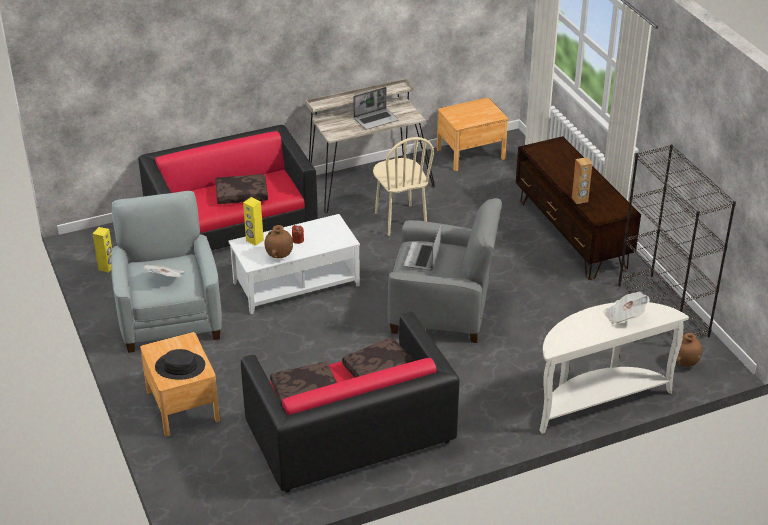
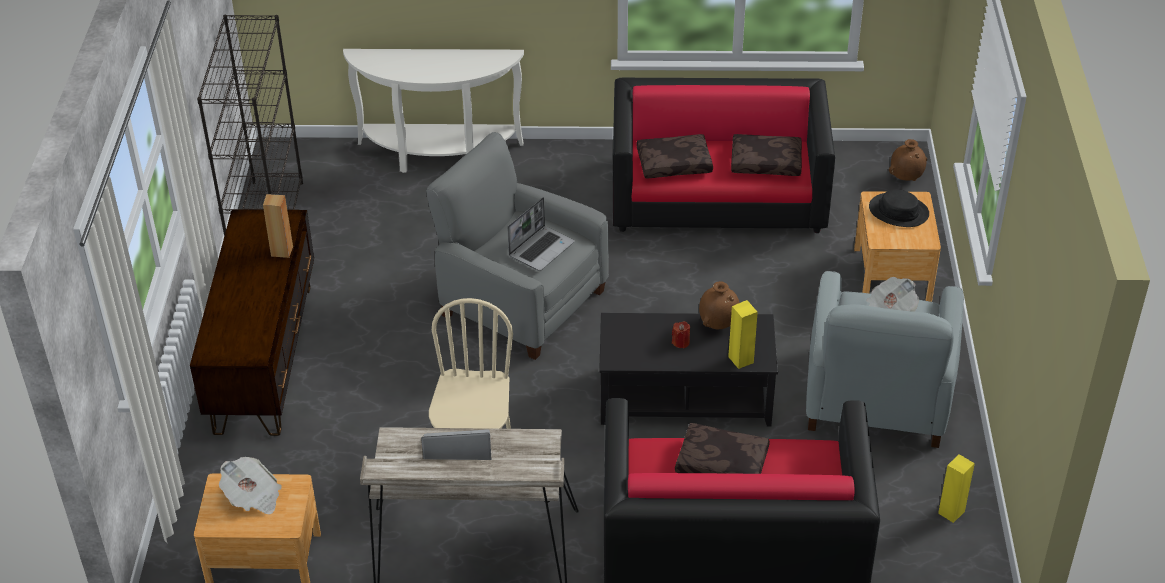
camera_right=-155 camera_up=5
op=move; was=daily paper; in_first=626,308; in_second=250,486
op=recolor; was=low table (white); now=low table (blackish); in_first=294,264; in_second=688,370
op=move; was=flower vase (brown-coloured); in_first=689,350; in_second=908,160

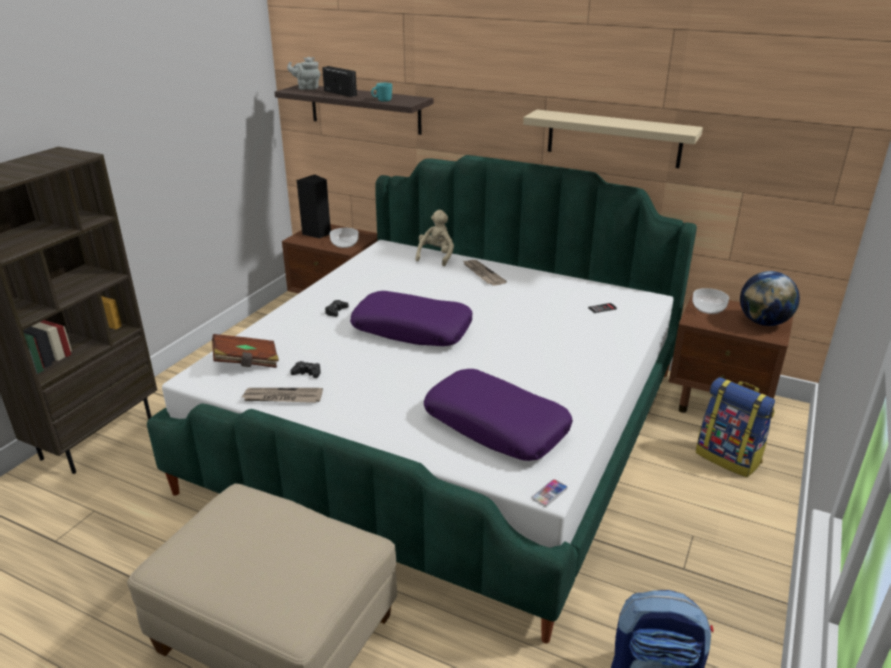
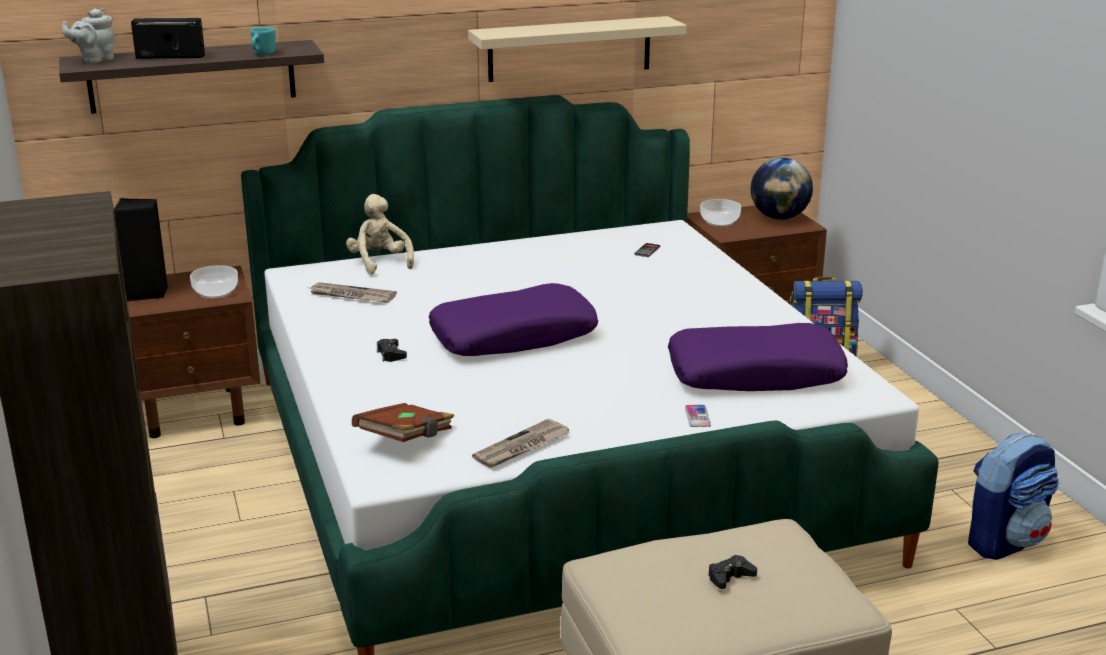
camera_right=-45 camera_up=-5
op=move; was=daily paper; in_first=485,273; in_second=353,292
op=move; was=handset; in_first=549,493; in_second=698,416
op=move; was=joypad (blackish); in_first=305,369; in_second=732,572

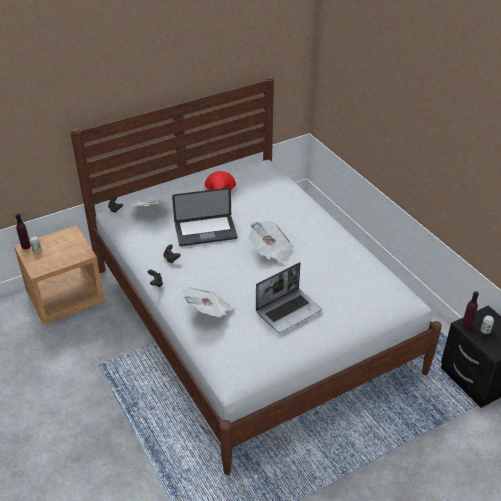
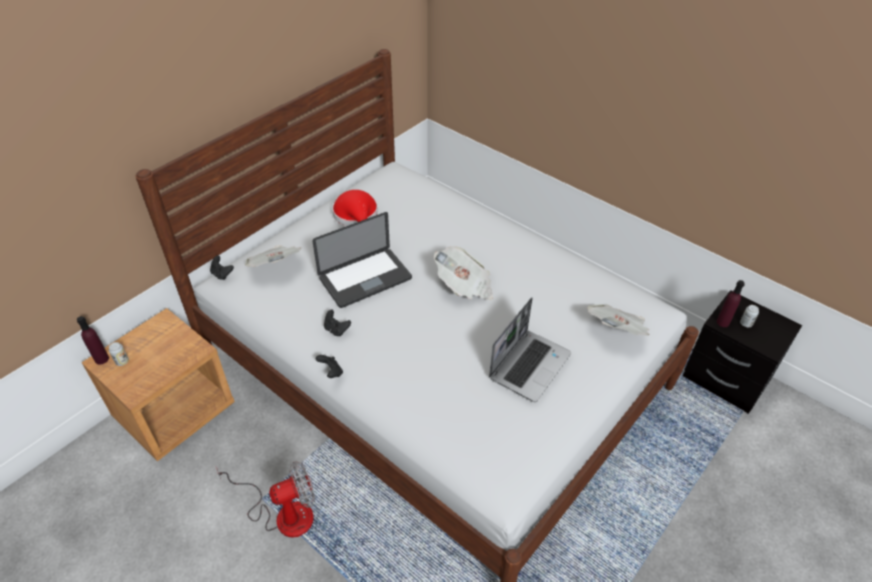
camera_right=-20 camera_up=5
op=insert; now=cooling fan; in_second=265,499
op=move; was=daily paper; in_first=208,302; in_second=618,320

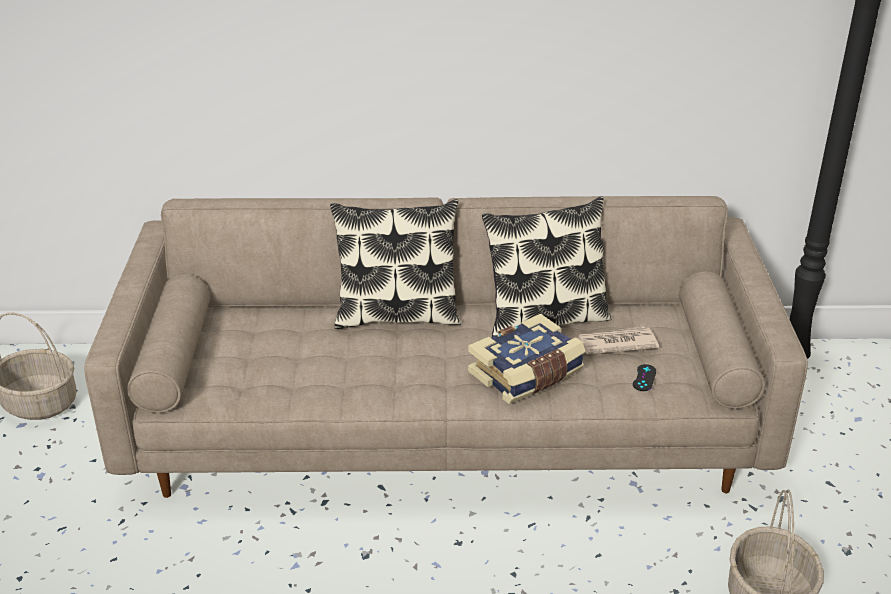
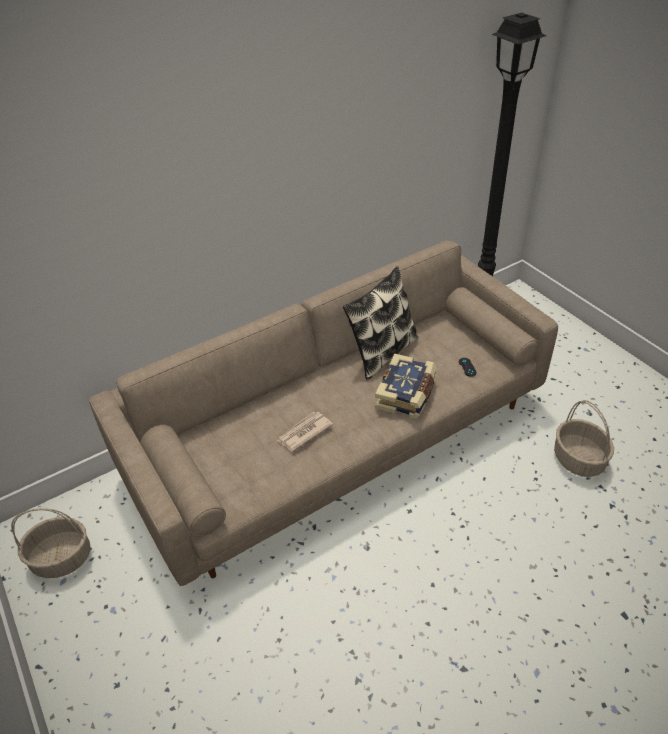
camera_right=-30 camera_up=10
op=move; was=daily paper; in_first=618,340; in_second=304,431
op=delete; was=cushion; in_first=395,264

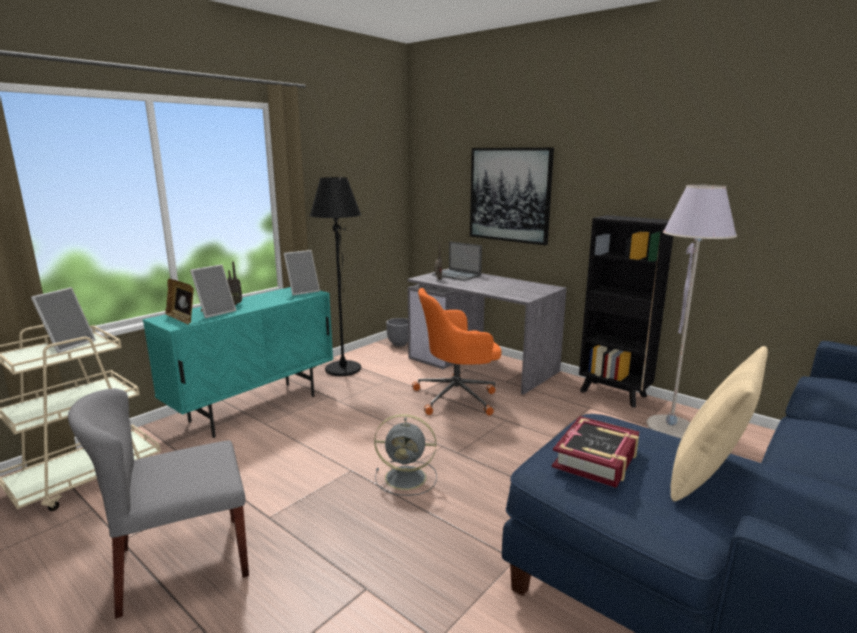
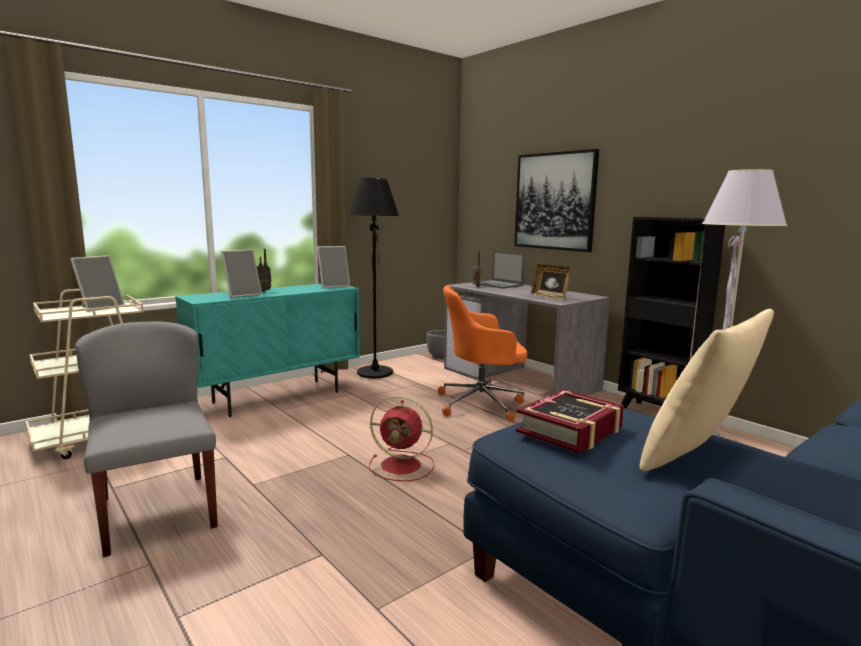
camera_right=10 camera_up=-5
op=rotate; was=chair (greyish); in_first=158,503; in_second=146,439; clockwise=75
op=recolor; was=cooling fan (greyish); now=cooling fan (red); in_first=405,455; in_second=401,438
op=move; was=standing frame; in_first=179,301; in_second=550,282

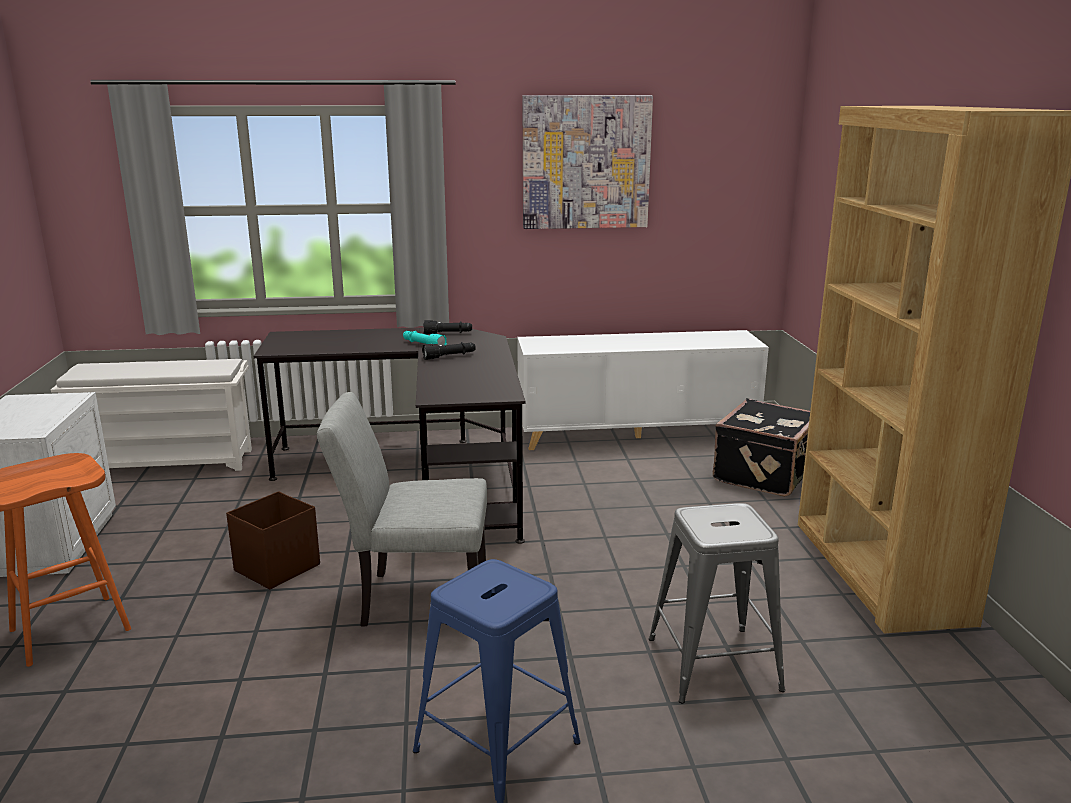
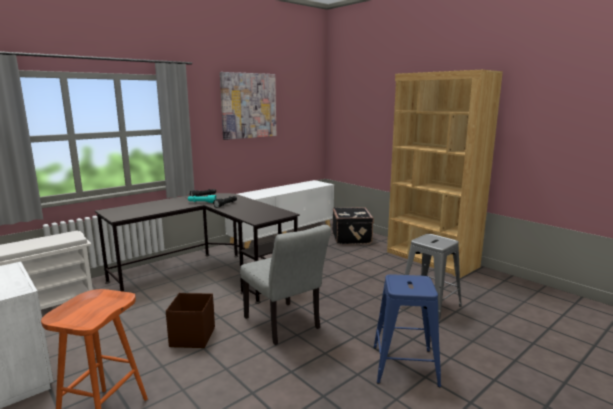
camera_right=-35 camera_up=-5
op=rotate; was=chair (greyish); in_first=402,509; in_second=285,285; clockwise=-90

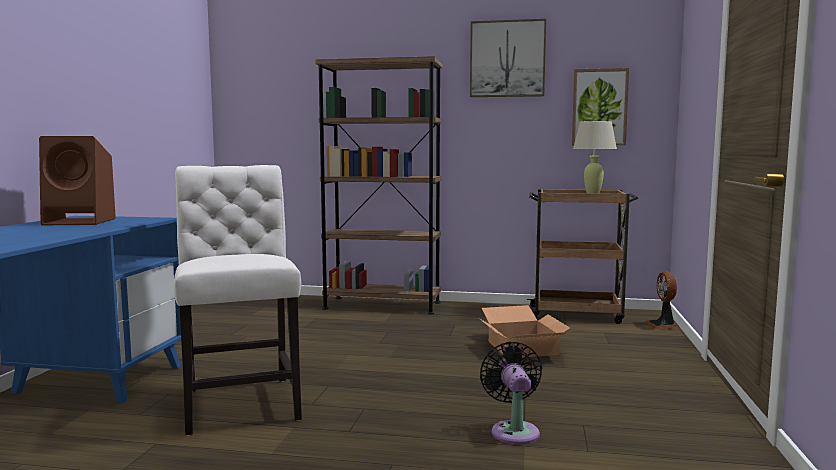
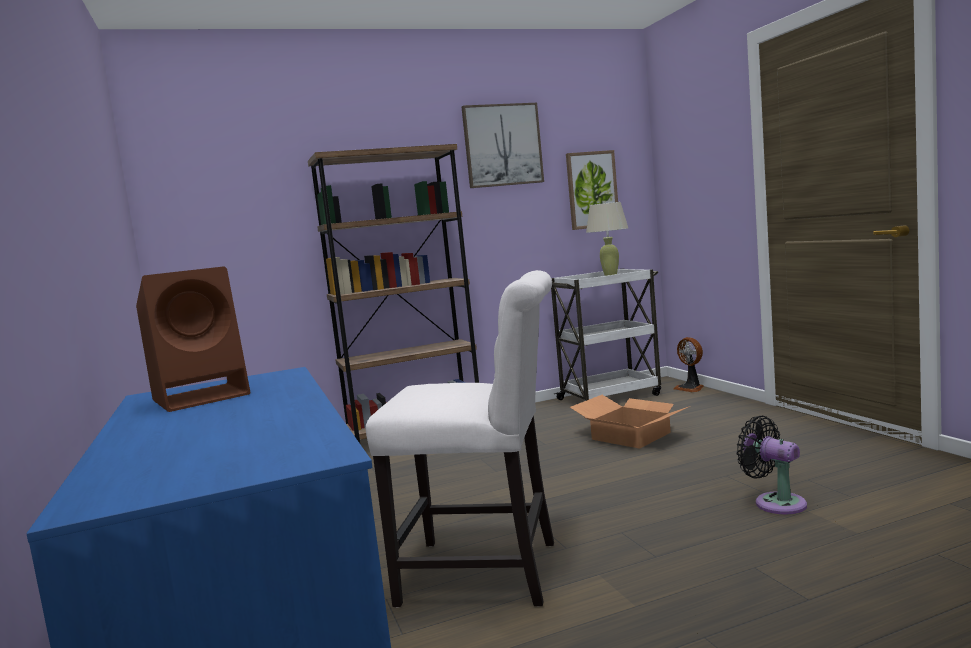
camera_right=-30 camera_up=0
op=rotate; was=chair (white); in_first=237,300; in_second=460,438; clockwise=150
op=recolor; was=cart (brown-coloured); now=cart (white); in_first=582,256; in_second=606,336

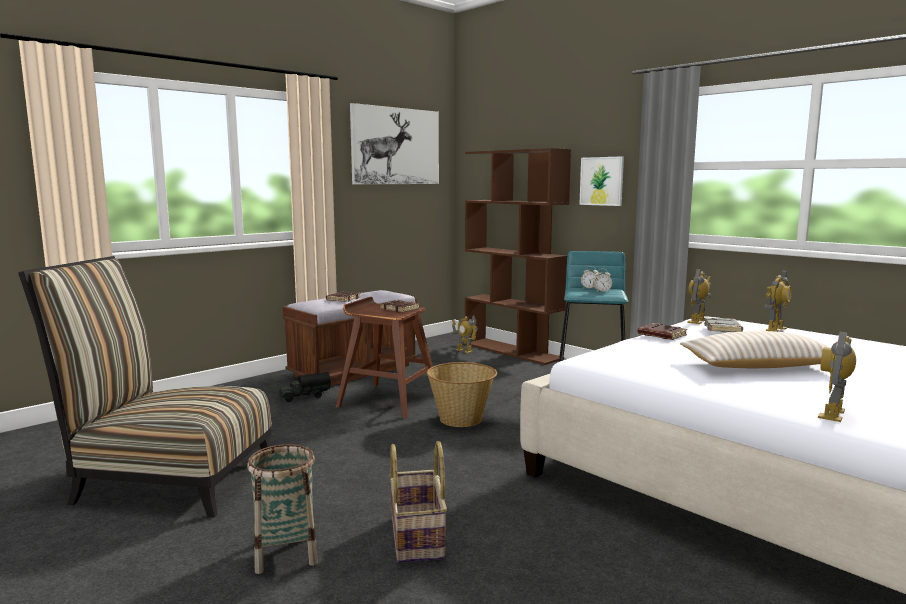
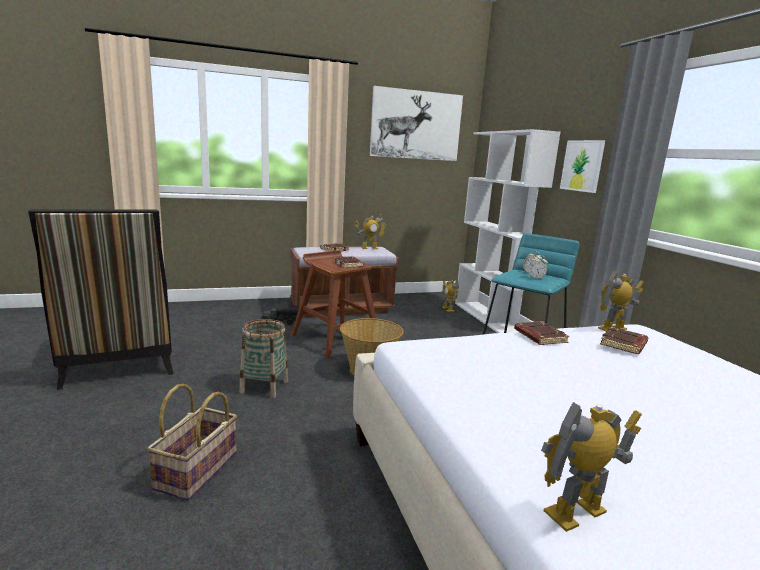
camera_right=25 camera_up=5
op=rotate; was=chair; in_first=145,387; in_second=100,299; clockwise=-150
op=move; was=storage basket; in_first=282,509; in_second=263,358
op=move; was=toy robot; in_first=778,301; in_second=371,231
op=recolor; was=bookcase (brown-coloured); now=bookcase (white); in_first=518,256; in_second=508,231
op=recolor; was=bound book (greyish); now=bound book (brown-coloured); in_first=723,324; in_second=624,340
op=delete; was=cushion (sand-coloured); in_first=754,349

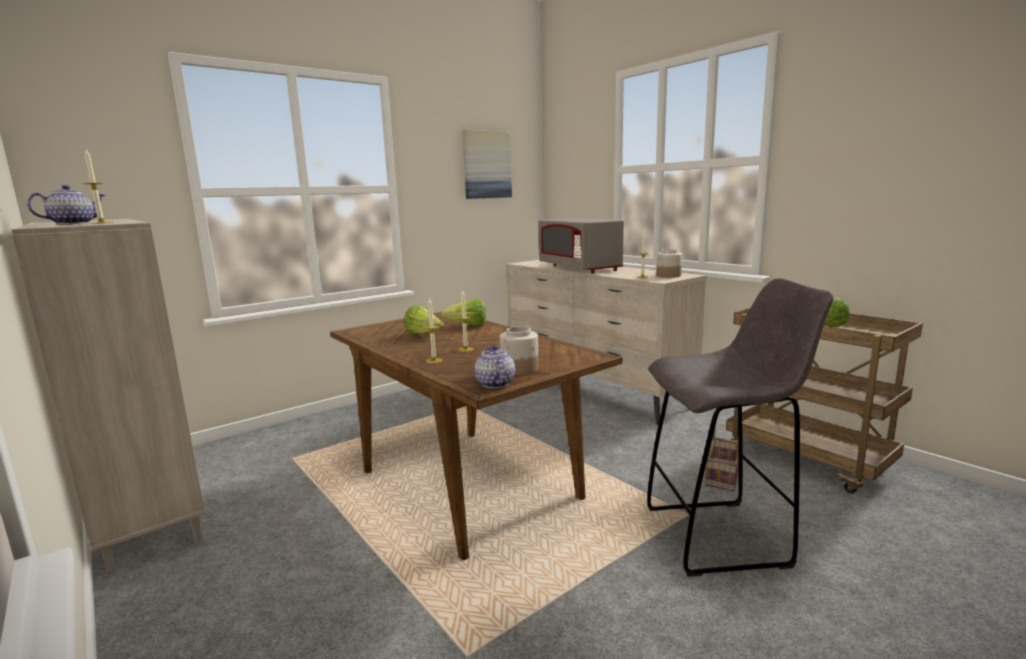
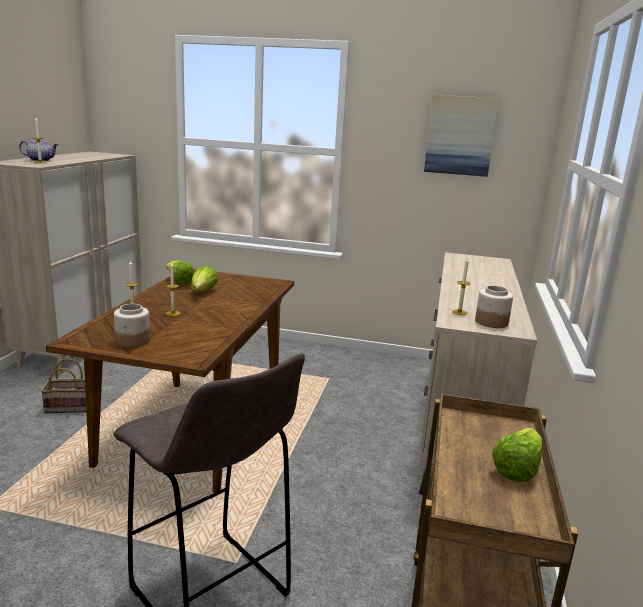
camera_right=50 camera_up=5
op=move; was=storage basket; in_first=724,458; in_second=63,385
op=move; was=lettuce head; in_first=463,312; in_second=179,273
op=delete; was=teapot; in_first=494,366
op=delete; was=microwave (greyish); in_first=581,245

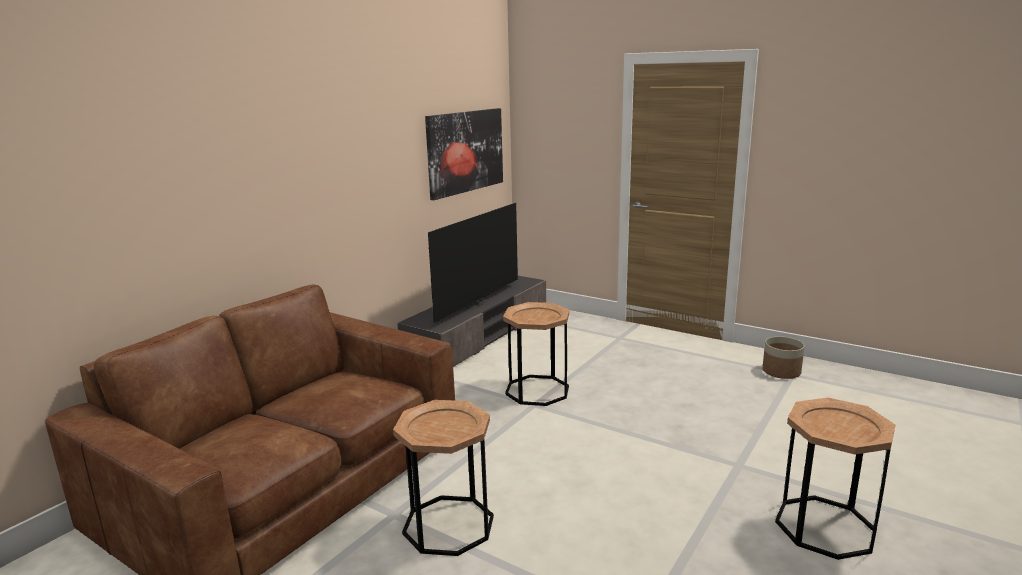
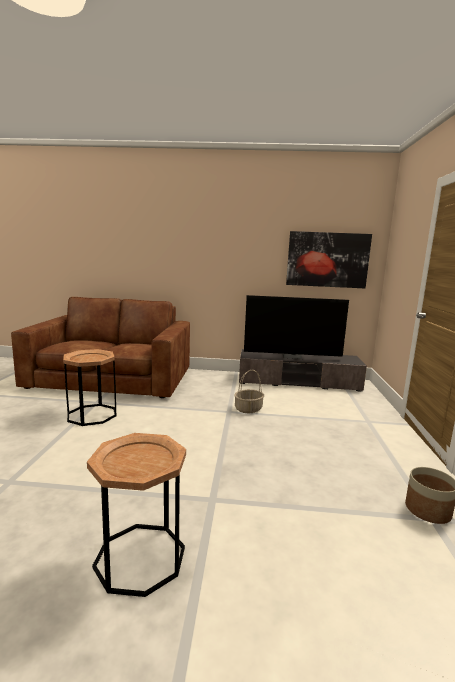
camera_right=60 camera_up=-5
op=replace; was=accent table (brown-coloured); now=storage basket; in_first=536,354; in_second=249,391

